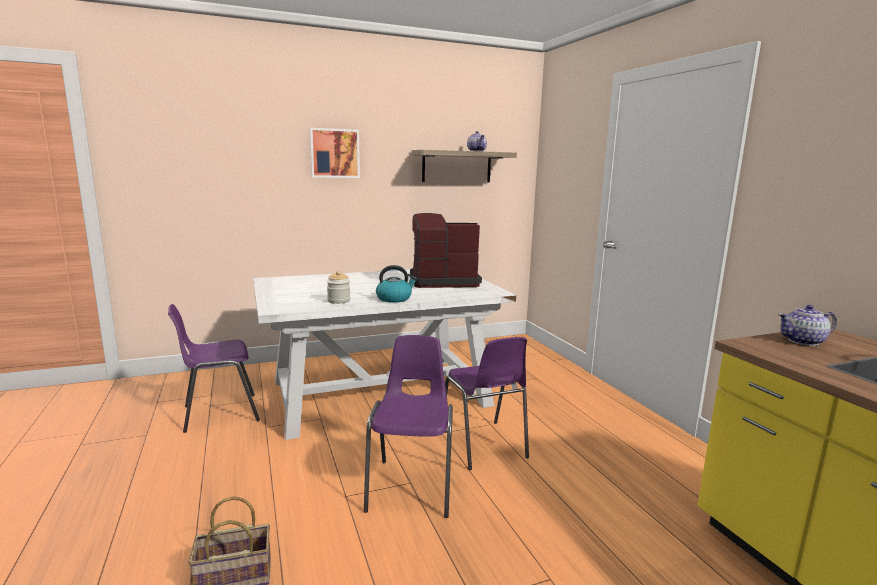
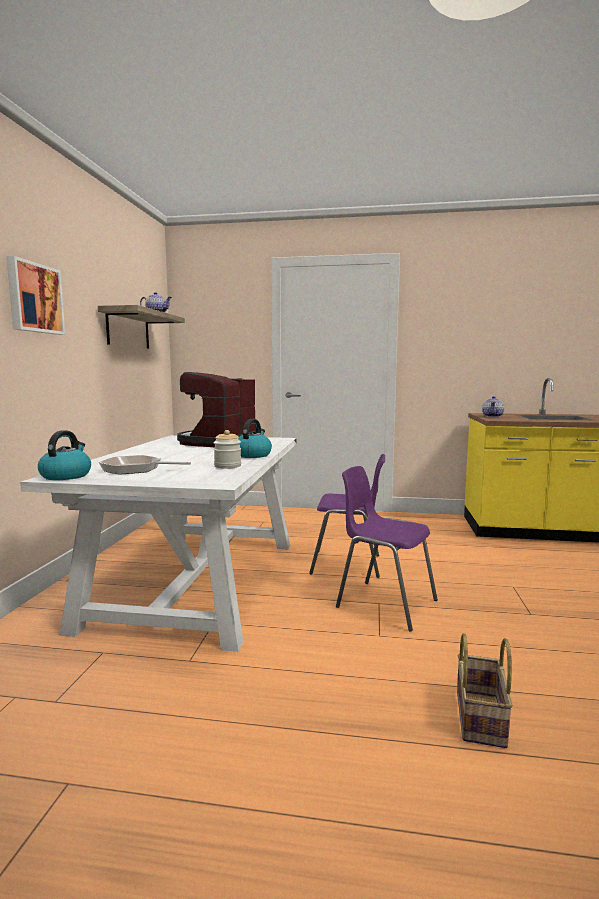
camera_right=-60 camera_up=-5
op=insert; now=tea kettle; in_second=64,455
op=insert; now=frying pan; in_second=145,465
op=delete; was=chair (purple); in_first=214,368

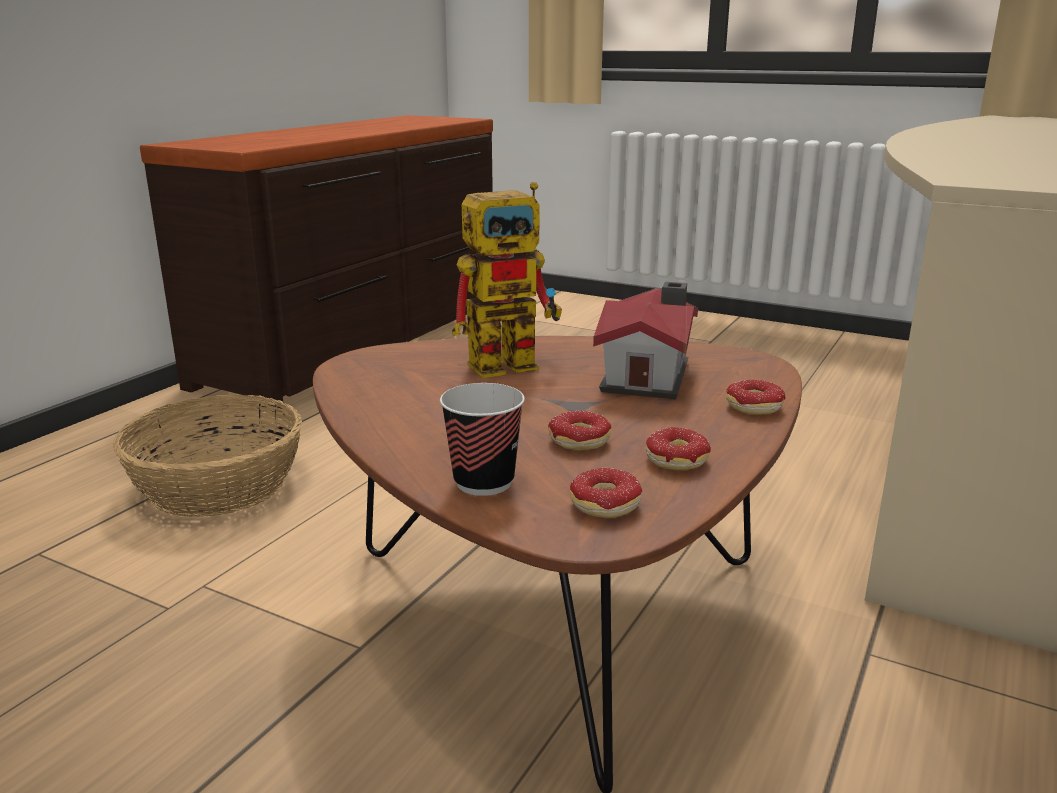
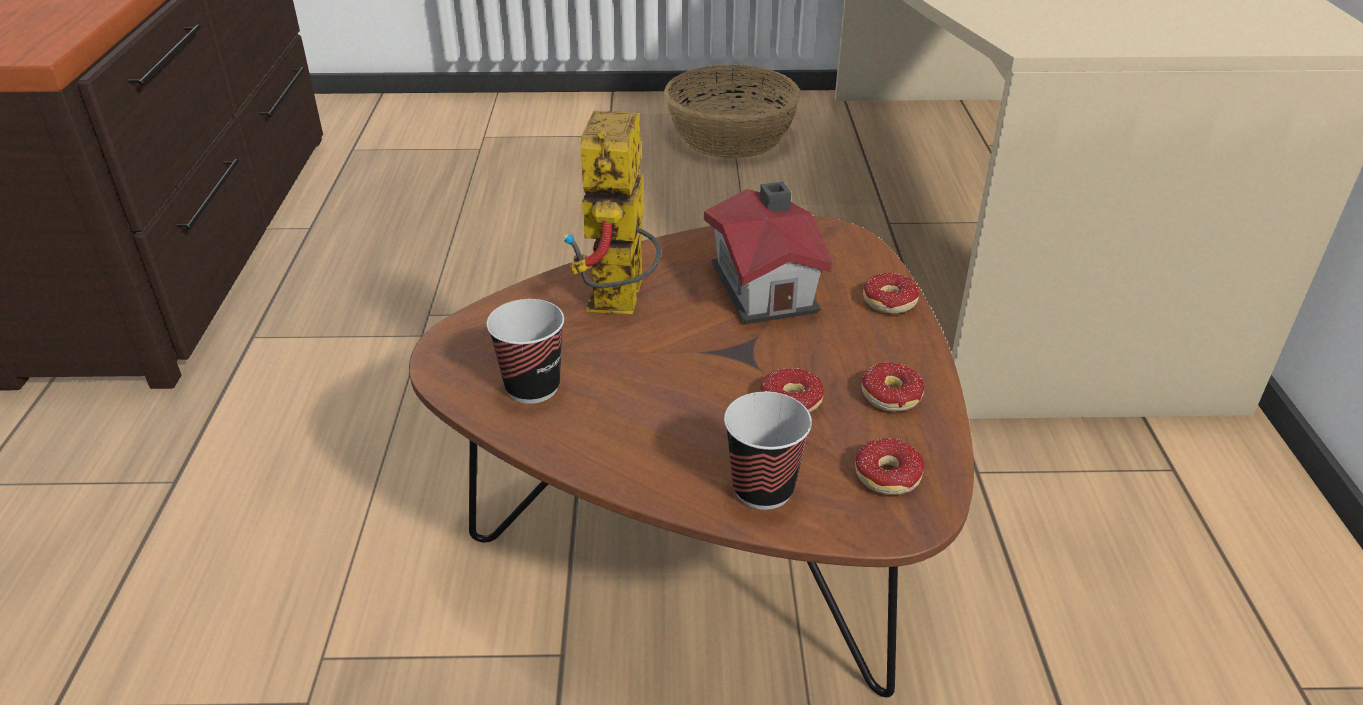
camera_right=-30 camera_up=15
op=insert; now=small cup; in_second=525,351
op=rotate; was=toy robot; in_first=507,280; in_second=612,212; clockwise=150
op=move; was=storage basket; in_first=207,456; in_second=732,111

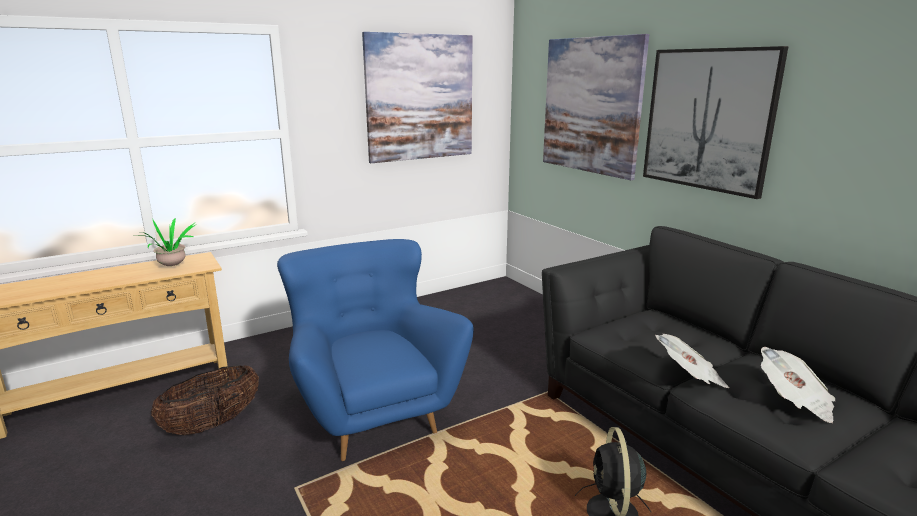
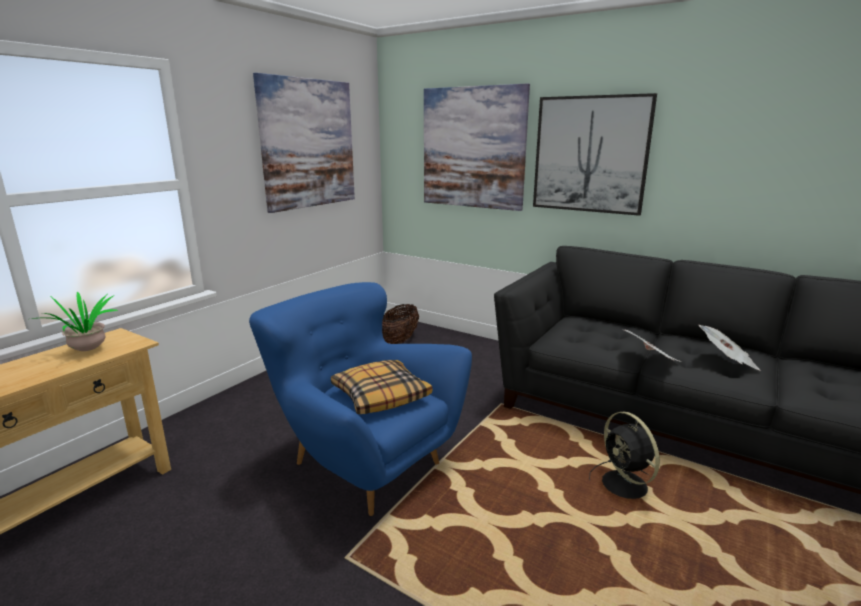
camera_right=-25 camera_up=0
op=insert; now=cushion; in_second=381,387
op=move; was=storage basket; in_first=205,400; in_second=400,324

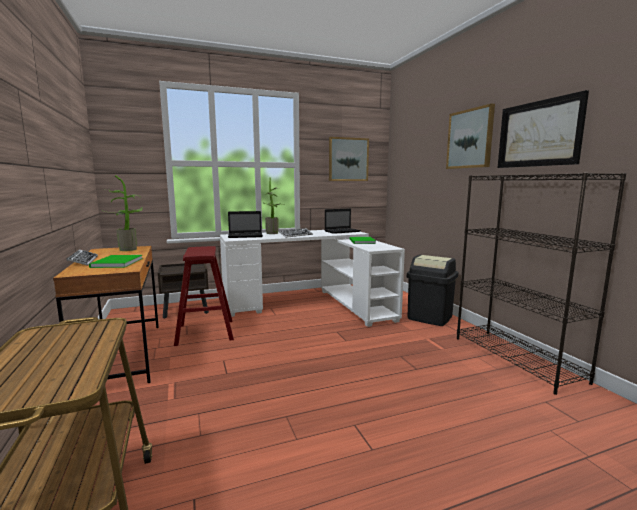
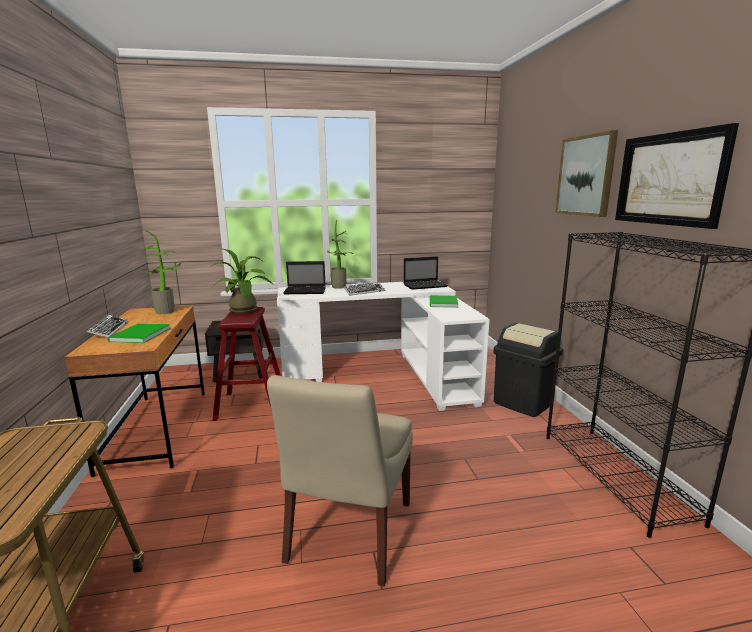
camera_right=10 camera_up=5
op=insert; now=plant in a pot; in_second=242,281
op=insert; now=chair (sand-coloured); in_second=340,480
op=delete; was=wall picture; in_first=349,159

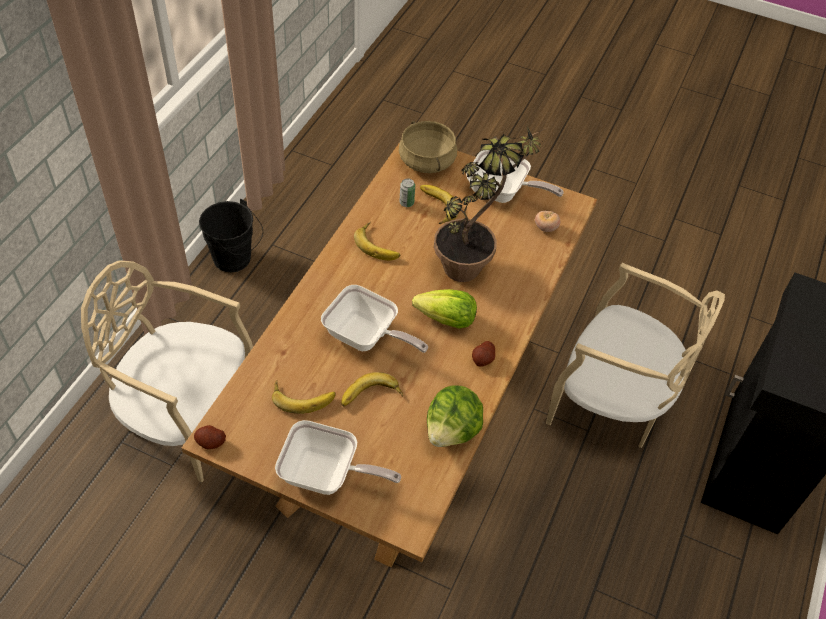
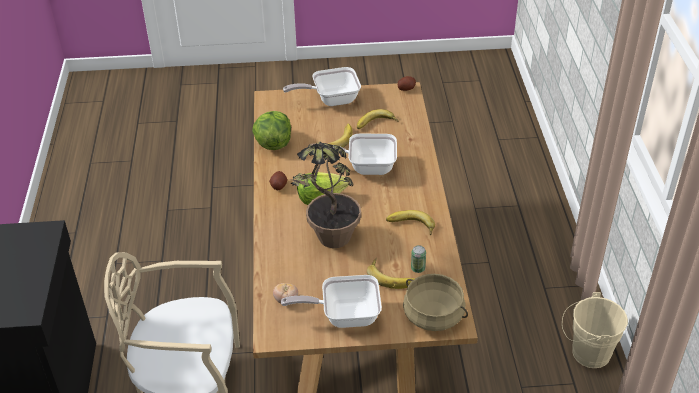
camera_right=155 camera_up=-10
op=recolor; was=pail (blackish); now=pail (sand-coloured); in_first=231,235; in_second=595,330
op=delete; was=chair (sand-coloured); in_first=167,371

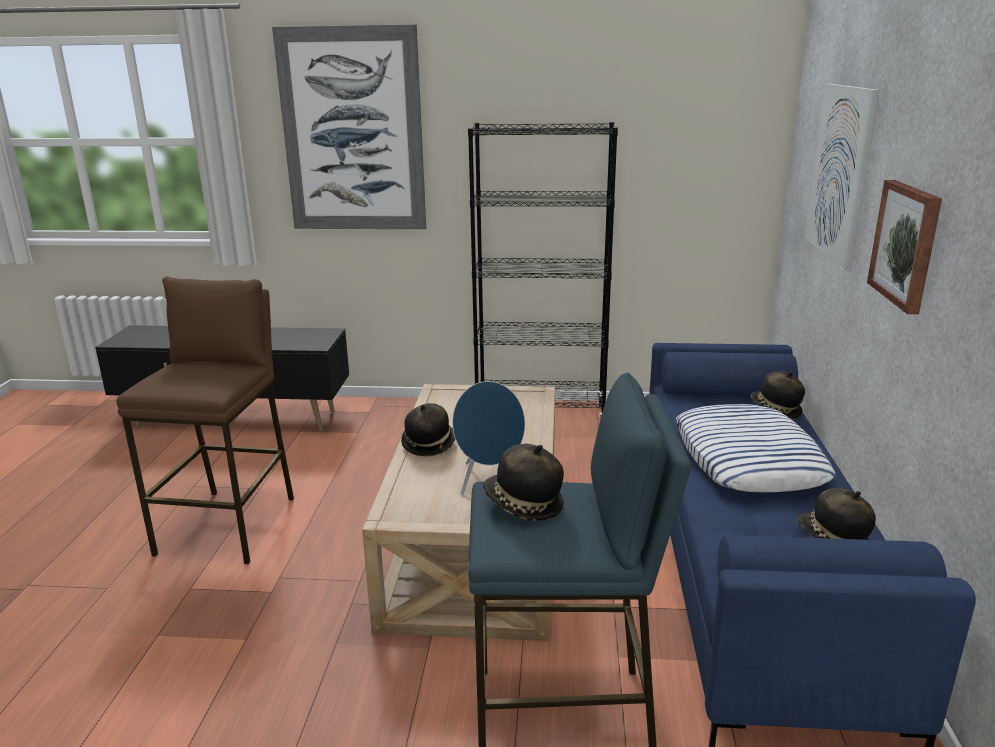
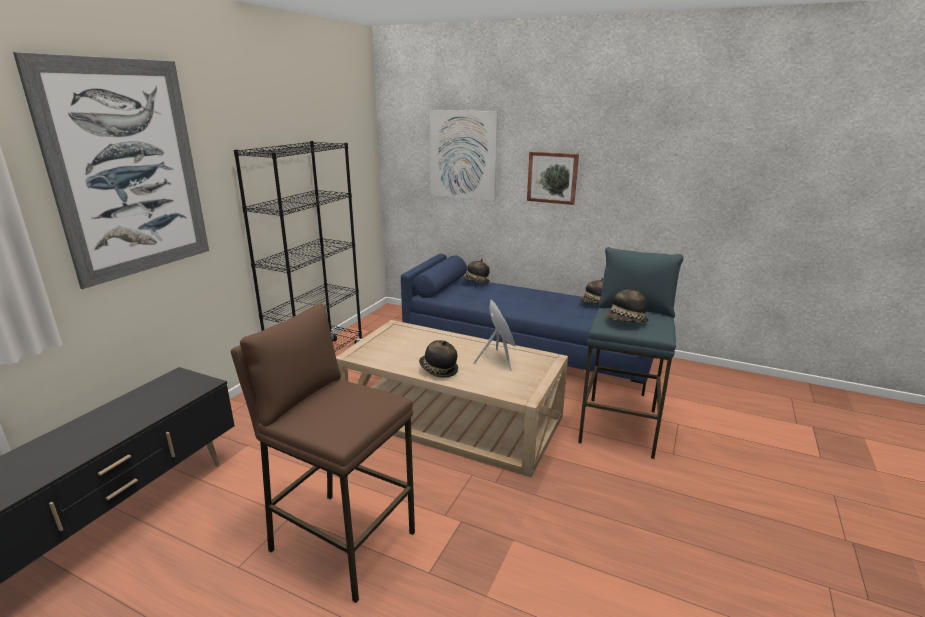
camera_right=-70 camera_up=0
op=delete; was=cushion; in_first=755,448

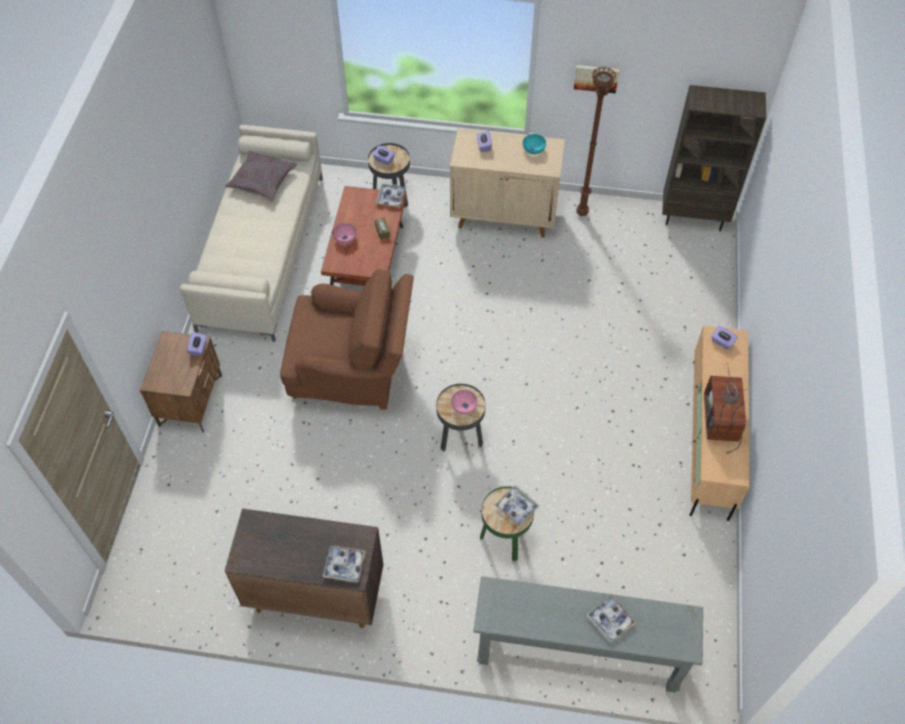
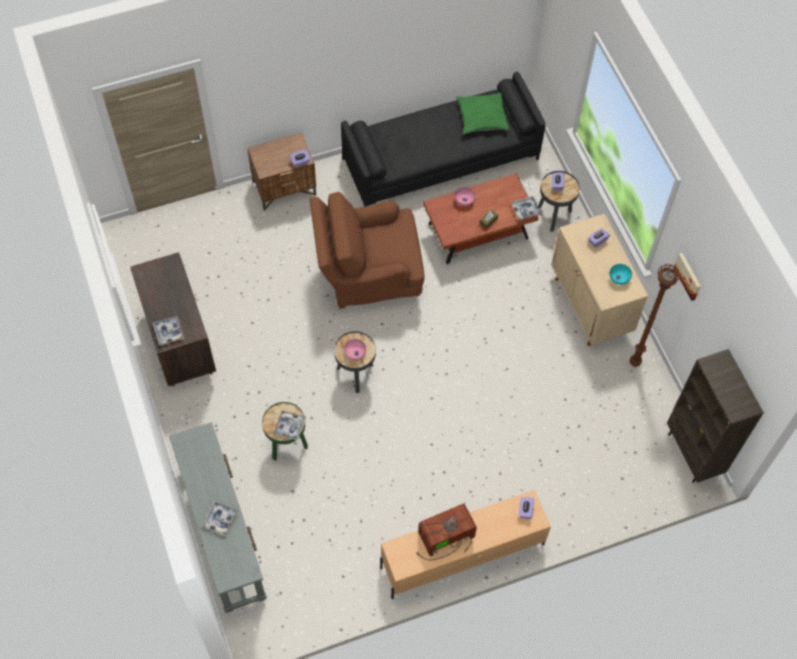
camera_right=60 camera_up=5
op=rotate; was=lounge chair (brown-coloured); in_first=347,339; in_second=366,250; clockwise=105
op=recolor; was=couch (sand-coloured); now=couch (blackish); in_first=251,233; in_second=443,139
op=recolor; was=cushion (greyish); now=cushion (green-coloured); in_first=261,176; in_second=483,113

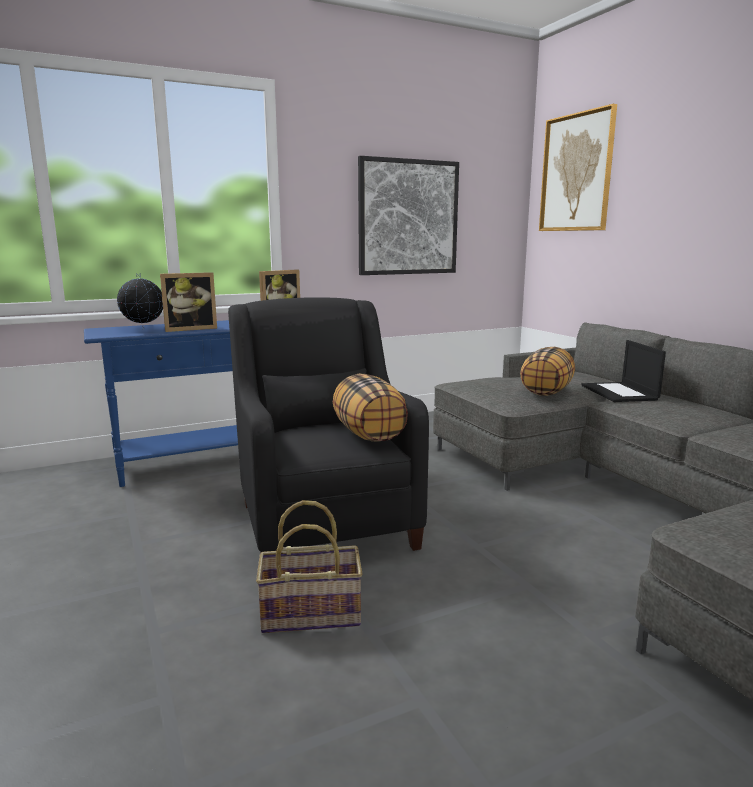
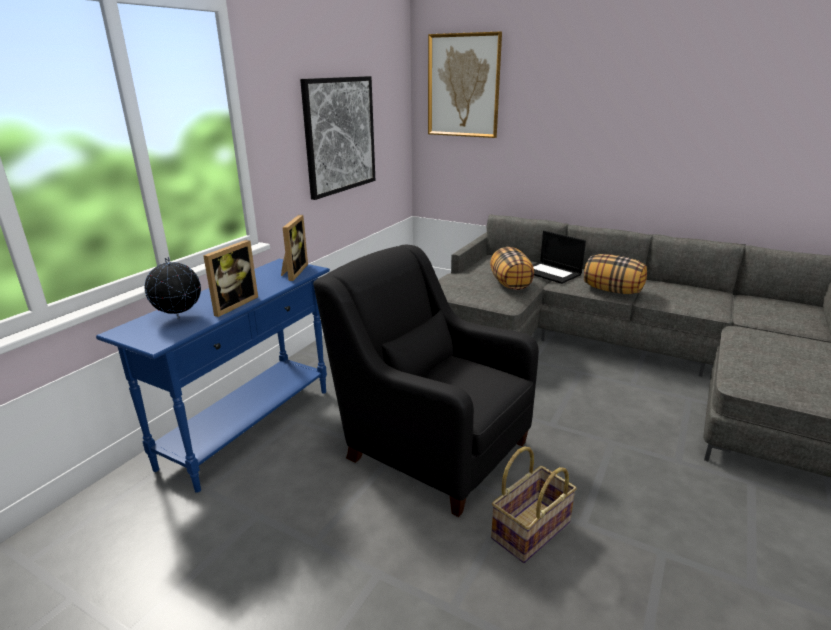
camera_right=-35 camera_up=10
op=move; was=cushion; in_first=370,407; in_second=615,274

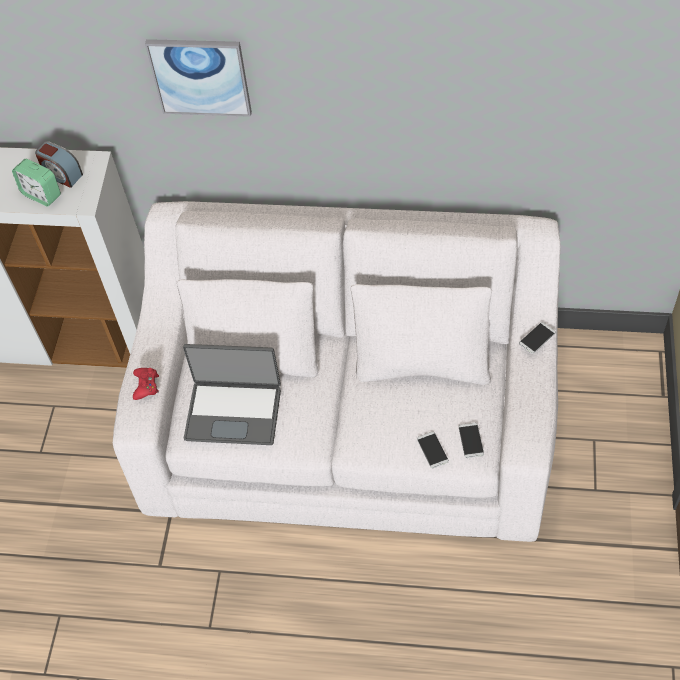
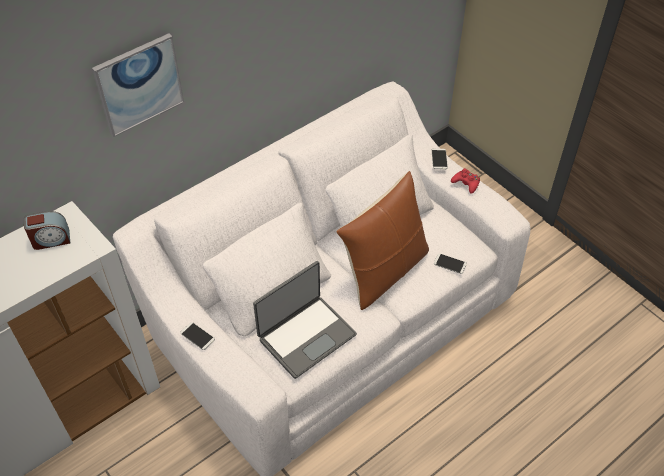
camera_right=-50 camera_up=-5
op=move; was=handset; in_first=471,440; in_second=197,336
op=insert; now=cushion (brown-coloured); in_second=382,240
op=move; was=joypad (red); in_first=146,384; in_second=465,181
op=delete; was=bedside clock; in_first=36,183

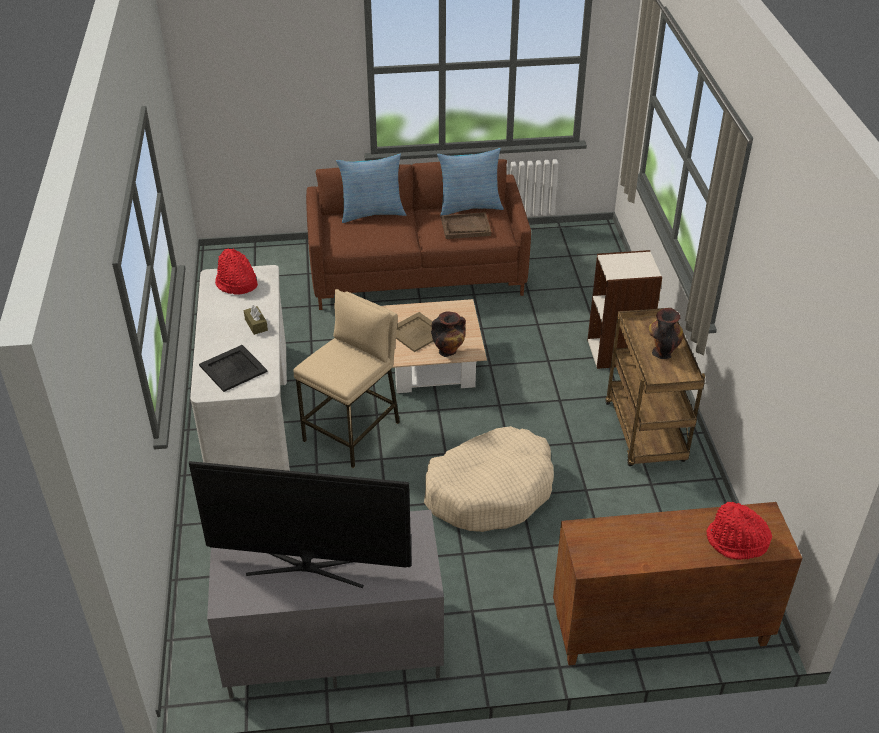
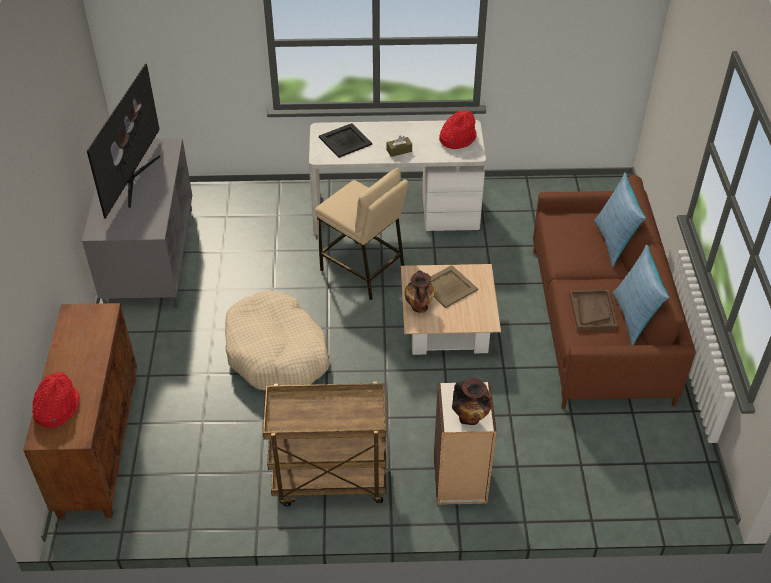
camera_right=95 camera_up=5
op=move; was=flower vase; in_first=666,333; in_second=472,401

